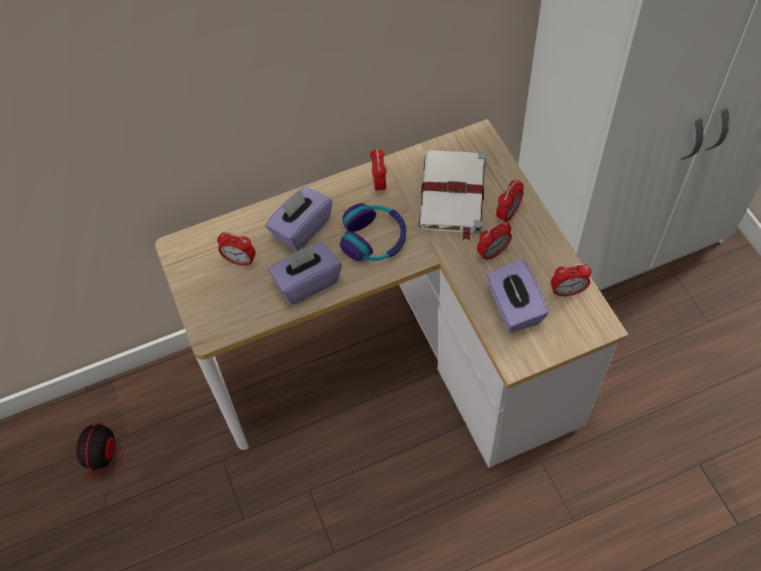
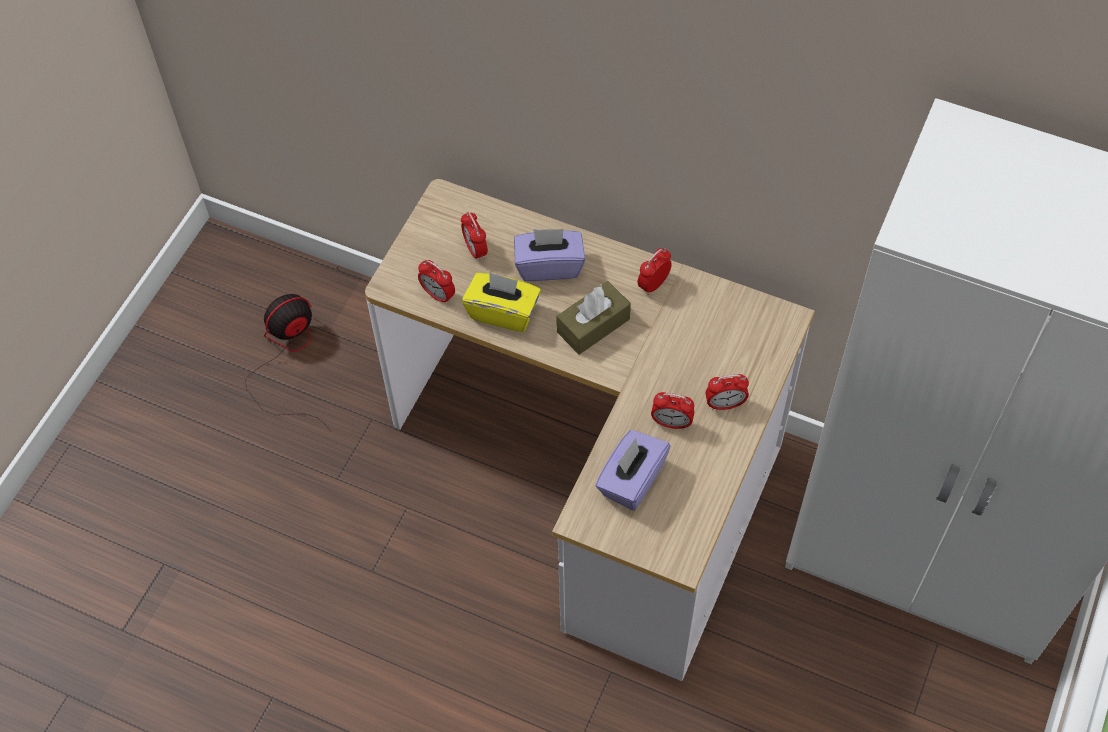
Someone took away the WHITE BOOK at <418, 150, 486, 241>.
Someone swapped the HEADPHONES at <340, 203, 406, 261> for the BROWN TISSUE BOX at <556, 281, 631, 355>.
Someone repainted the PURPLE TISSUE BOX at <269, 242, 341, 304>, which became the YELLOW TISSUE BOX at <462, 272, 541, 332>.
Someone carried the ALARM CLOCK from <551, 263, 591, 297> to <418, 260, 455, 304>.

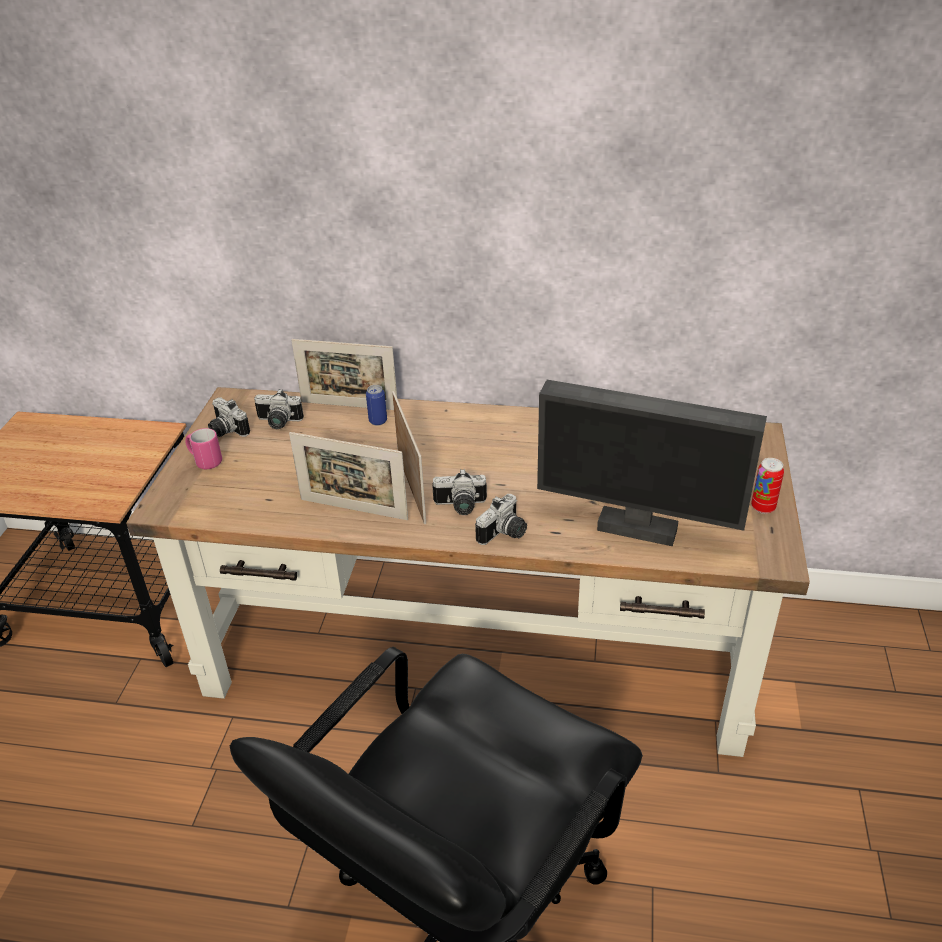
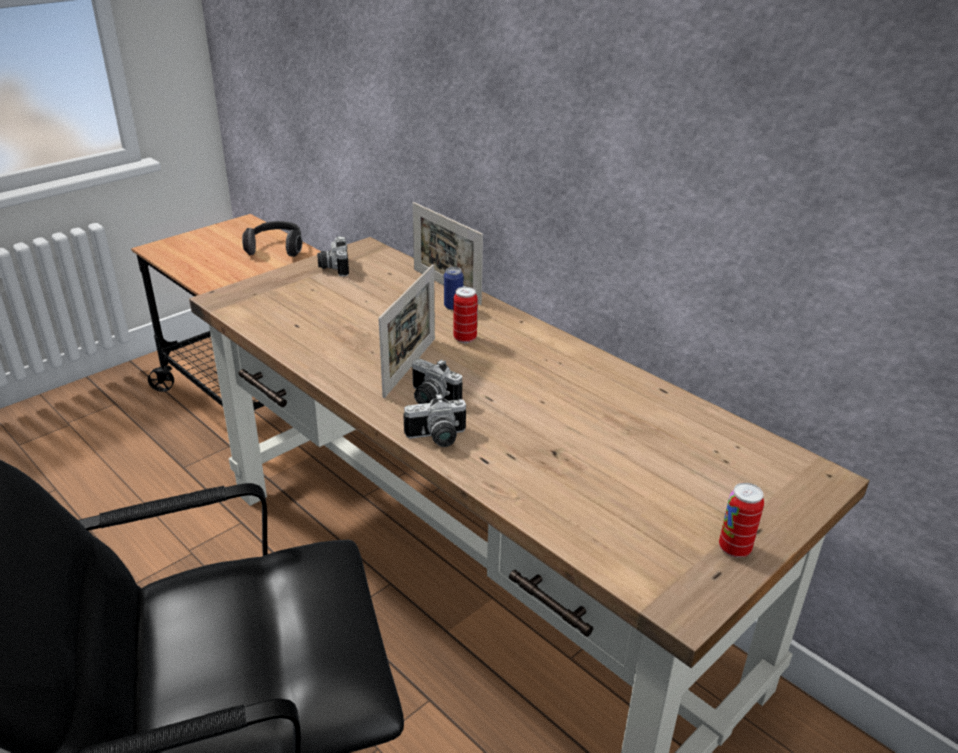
Someone took away the MONITOR at <537, 380, 767, 546>.
Someone took away the PHOTO CAMERA at <254, 389, 304, 429>.
Someone took away the PINK MUG at <185, 428, 222, 469>.
Someone took away the PICTURE FRAME at <289, 432, 408, 520>.
Someone put down the HEADPHONES at <242, 221, 302, 257>.
Someone put down the CAN at <453, 287, 478, 343>.

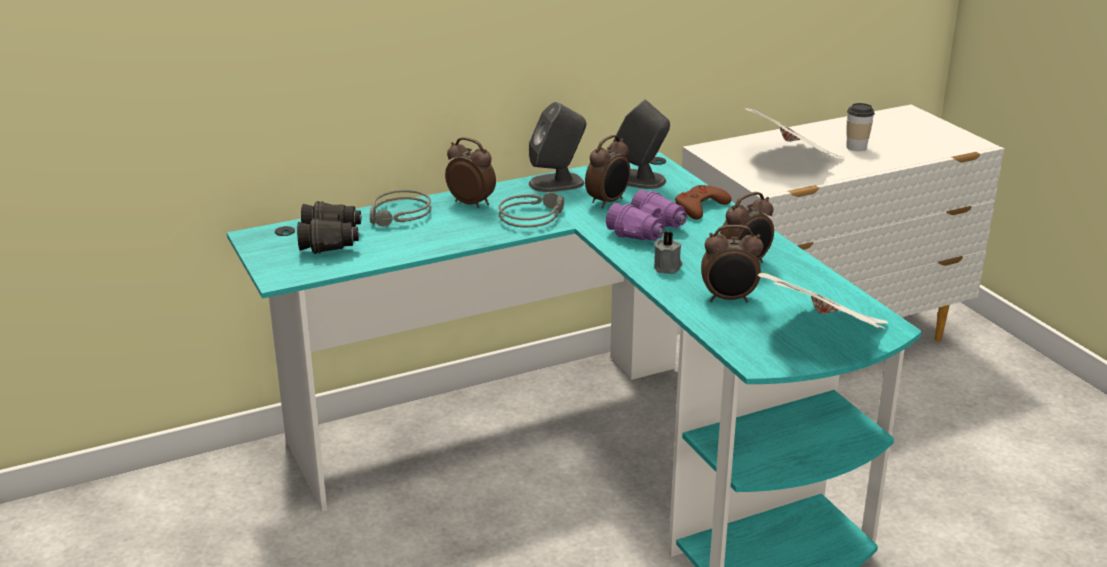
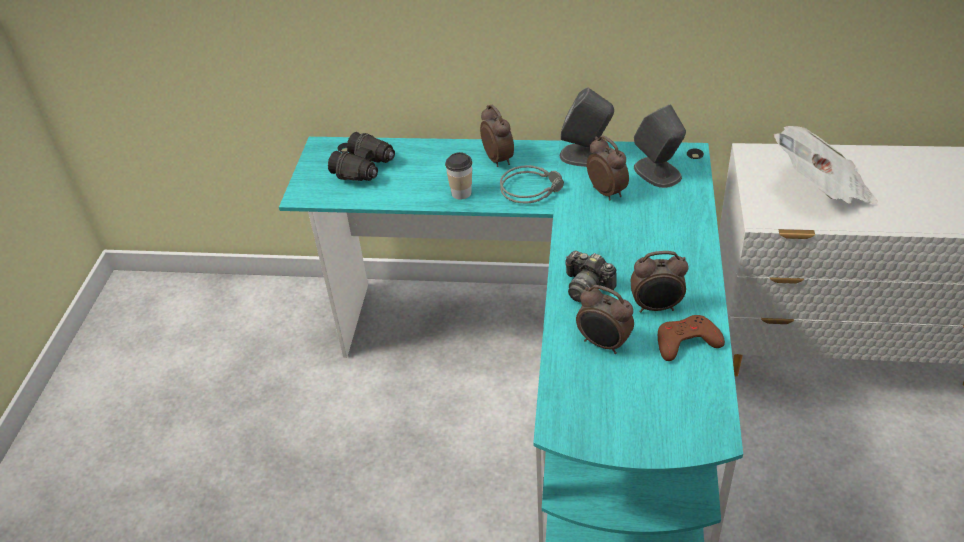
Someone carried the CUP from <846, 103, 875, 151> to <445, 152, 472, 200>.
Someone rotated the ALARM CLOCK at <585, 135, 630, 208> by 105 degrees counterclockwise.
Someone carried the BROWN GAME CONTROLLER from <675, 185, 732, 220> to <658, 315, 725, 361>.
Someone took away the PURPLE BINOCULARS at <606, 189, 687, 241>.
Someone took away the GREY HEADPHONES at <370, 190, 431, 227>.
Someone swapped the GREY CANDLE at <654, 232, 683, 274> for the PHOTO CAMERA at <565, 251, 617, 302>.
Someone took away the NEWSPAPER at <758, 273, 888, 329>.

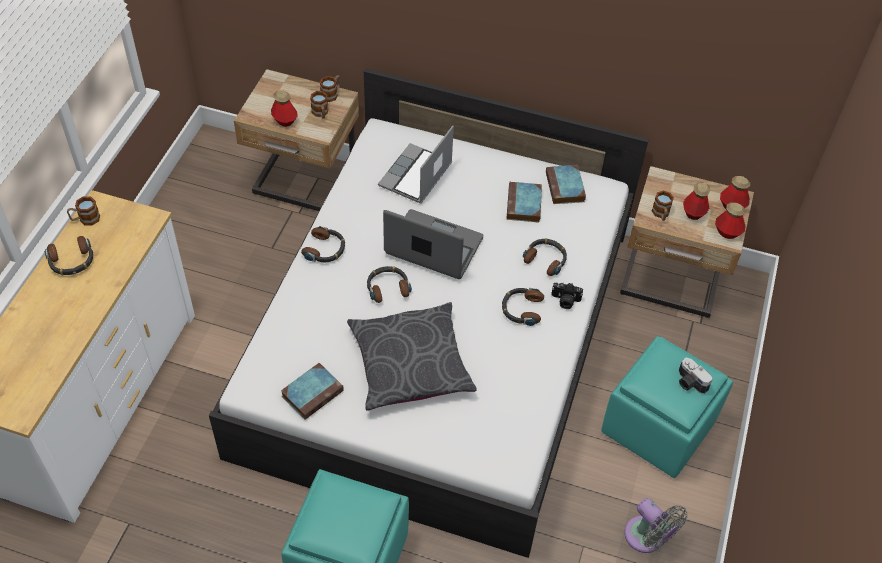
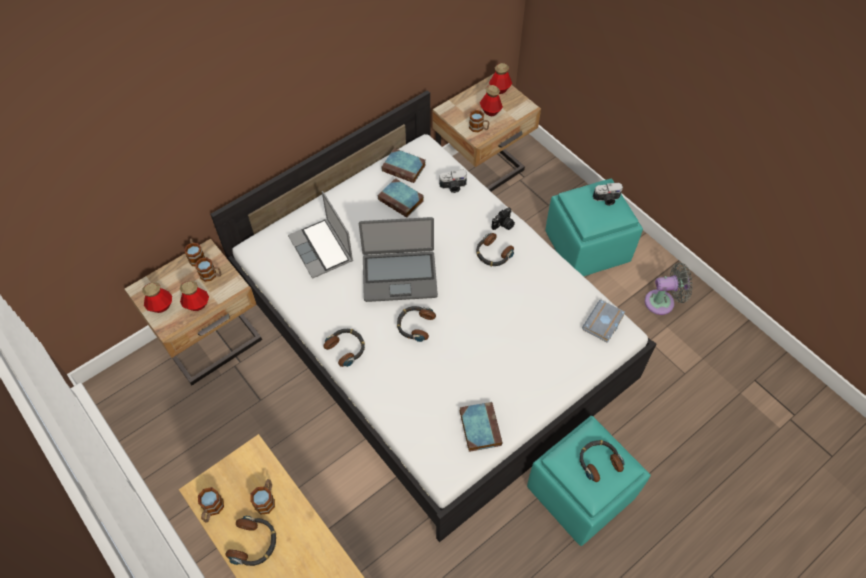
Someone carried the BOTTLE from <715, 202, 746, 239> to <142, 282, 172, 313>.
Someone rotated the LAPTOP at <383, 209, 483, 279> by 150 degrees counterclockwise.
Someone carried the HEADPHONES from <523, 238, 567, 276> to <580, 440, 625, 482>.
Someone took away the GREY PILLOW at <347, 302, 476, 411>.
Someone put down the PHOTO CAMERA at <439, 170, 467, 193>.
Someone put down the GREY BOOK at <582, 300, 625, 343>.
Someone put down the MUG at <250, 479, 275, 514>.

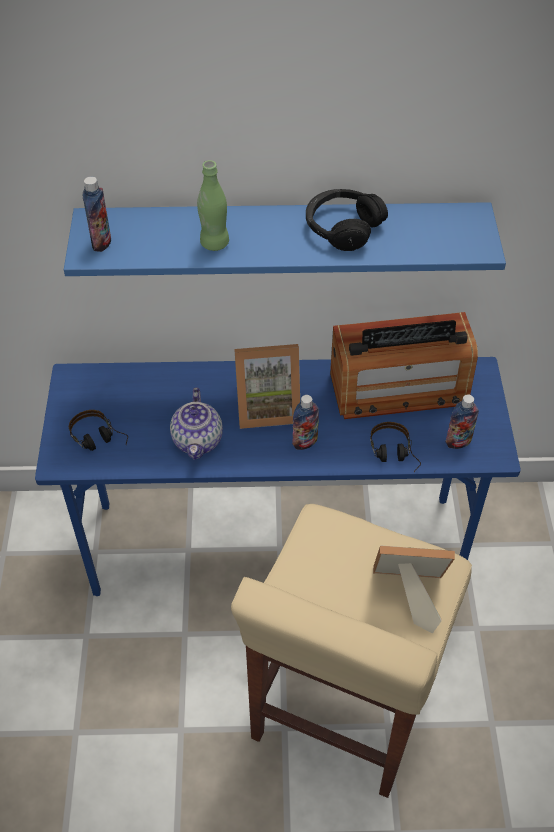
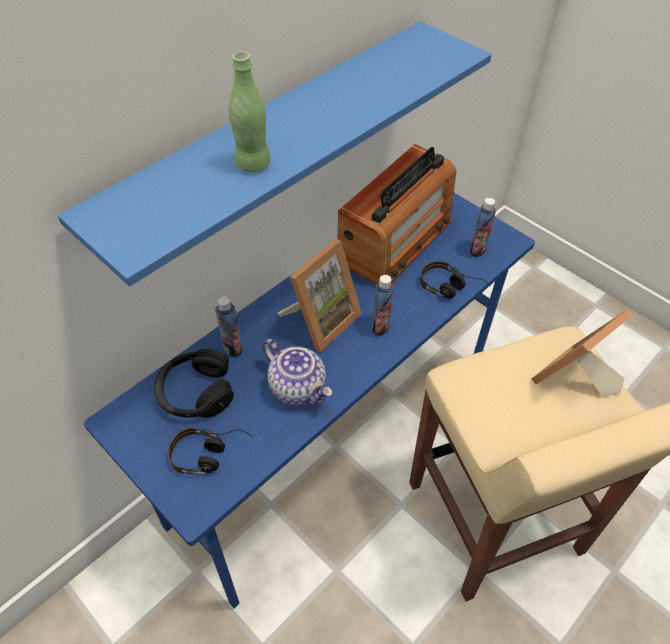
Someone carried the BOTTLE from <83, 177, 111, 252> to <215, 296, 242, 357>.
Someone carried the BLACK HEADPHONES from <306, 189, 388, 251> to <154, 349, 234, 418>.

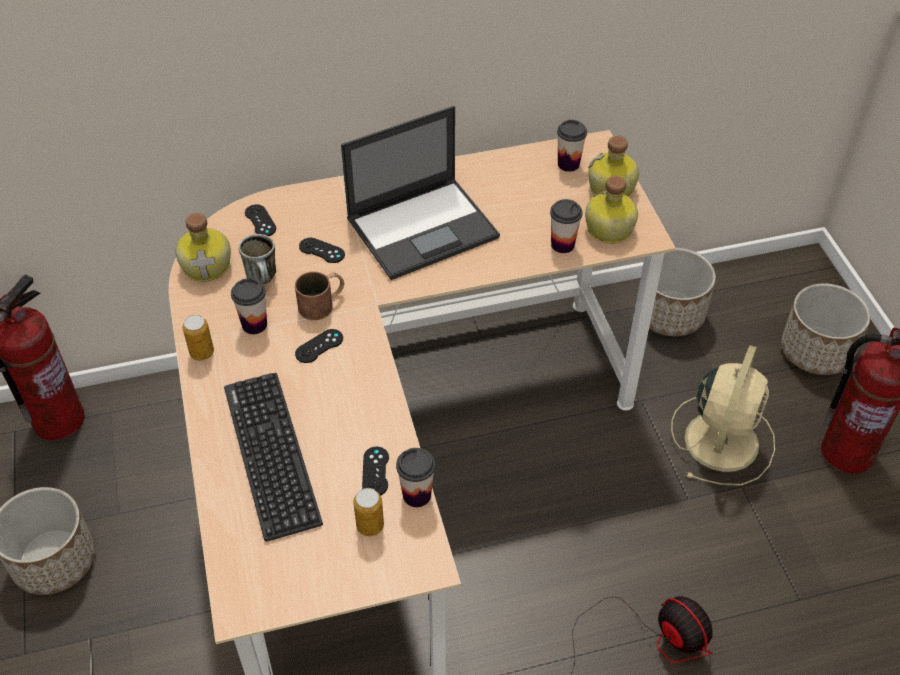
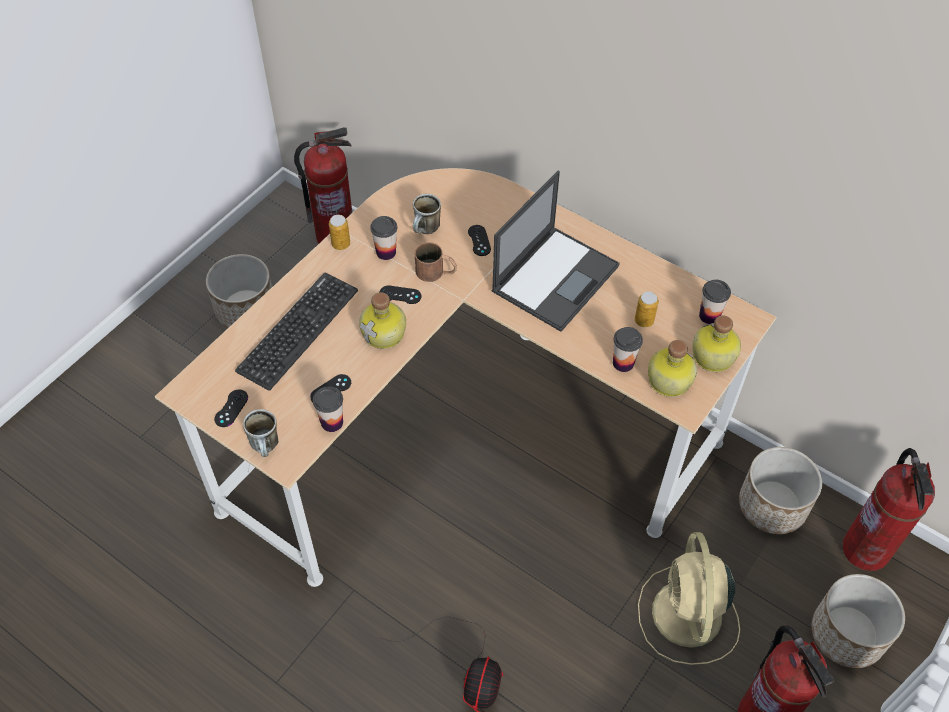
Someone rotated the LAPTOP at <341, 106, 500, 280> by 75 degrees counterclockwise.
Someone carried the BLACK GAME CONTROLLER from <245, 204, 276, 236> to <214, 389, 248, 427>.
Someone carried the BOTTLE from <176, 213, 231, 282> to <359, 292, 406, 349>.
Someone rotated the BEIGE FAN at <671, 345, 775, 486> by 105 degrees clockwise.
Someone carried the CAN from <354, 488, 384, 536> to <635, 291, 659, 327>.
Someone put down the MUG at <243, 409, 278, 457>.
Someone put down the FIRE EXTINGUISHER at <842, 448, 935, 571>.

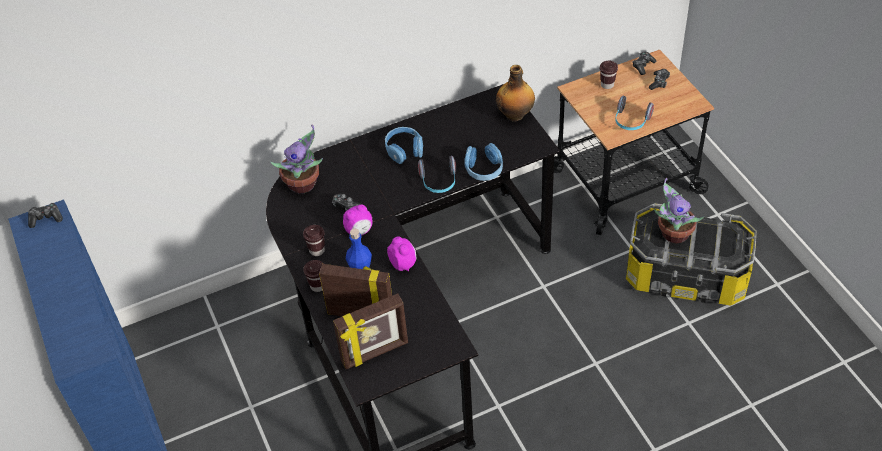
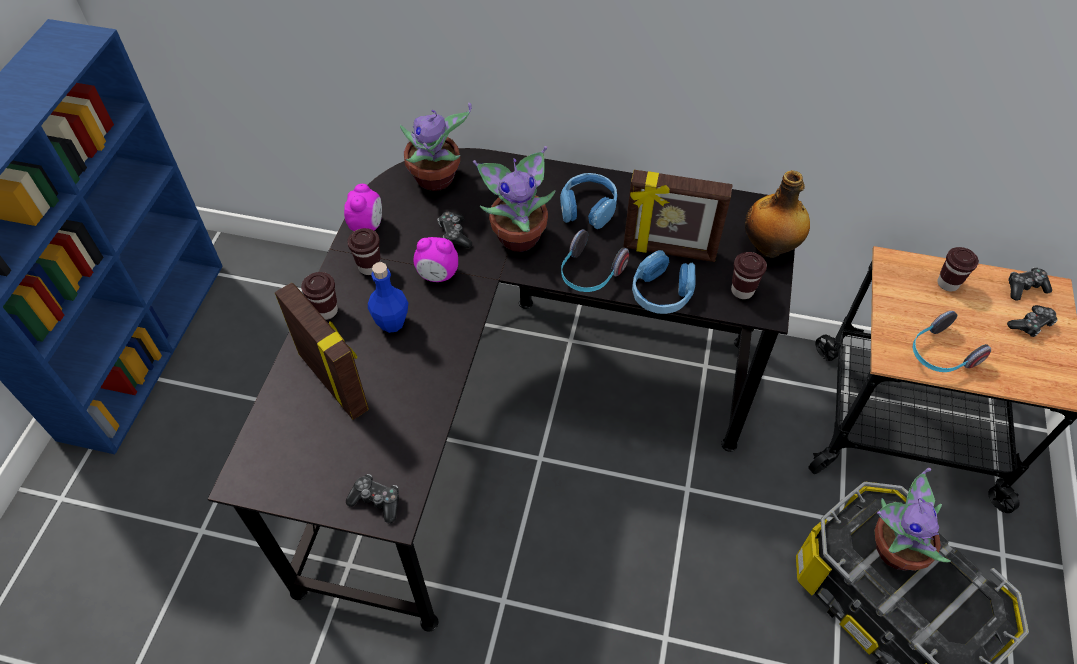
Someone carried the GAME CONTROLLER from <28, 203, 63, 228> to <346, 474, 399, 524>.
Someone carried the ALARM CLOCK from <387, 237, 416, 271> to <344, 184, 382, 231>.
Someone carried the PICTURE FRAME from <333, 293, 408, 369> to <623, 170, 732, 262>.
Someone put down the POTTED PLANT at <473, 146, 555, 252>.
Someone put down the BROWN CUP at <731, 252, 767, 299>.

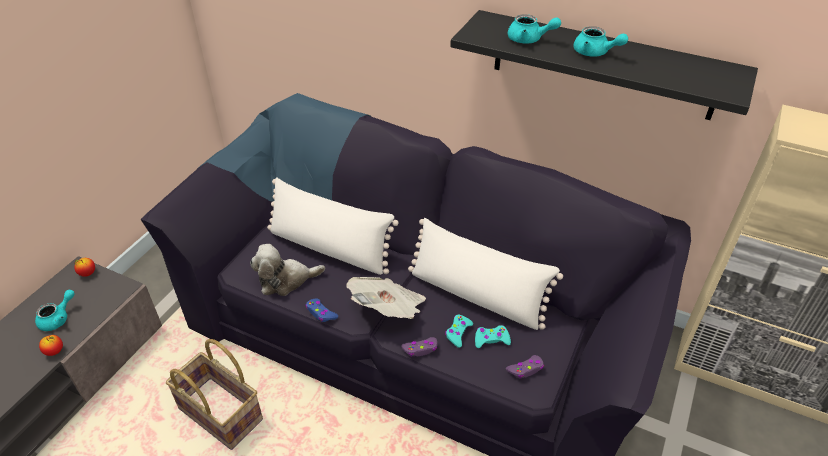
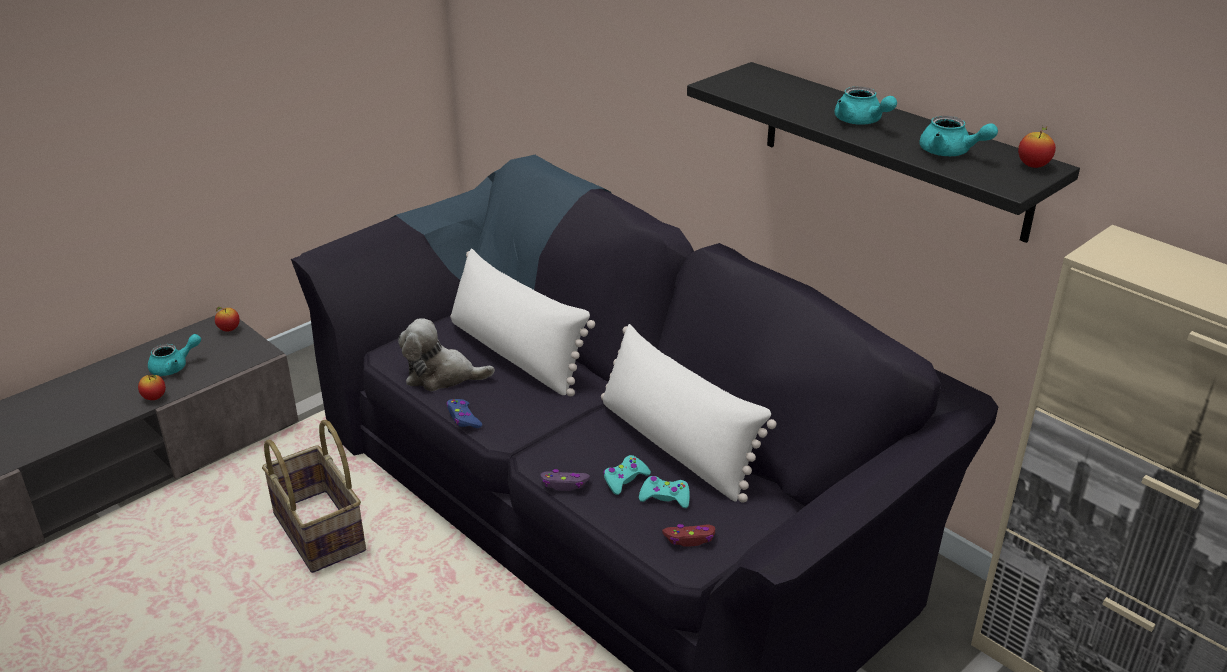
Someone carried the TURQUOISE TEAPOT from <508, 14, 561, 44> to <919, 116, 998, 156>.
Someone took away the NEWSPAPER at <346, 277, 426, 319>.
Someone repainted the PURPLE GAME CONTROLLER at <506, 355, 544, 379>, which became the RED GAME CONTROLLER at <662, 524, 715, 547>.
Someone put down the APPLE at <1018, 125, 1056, 168>.

